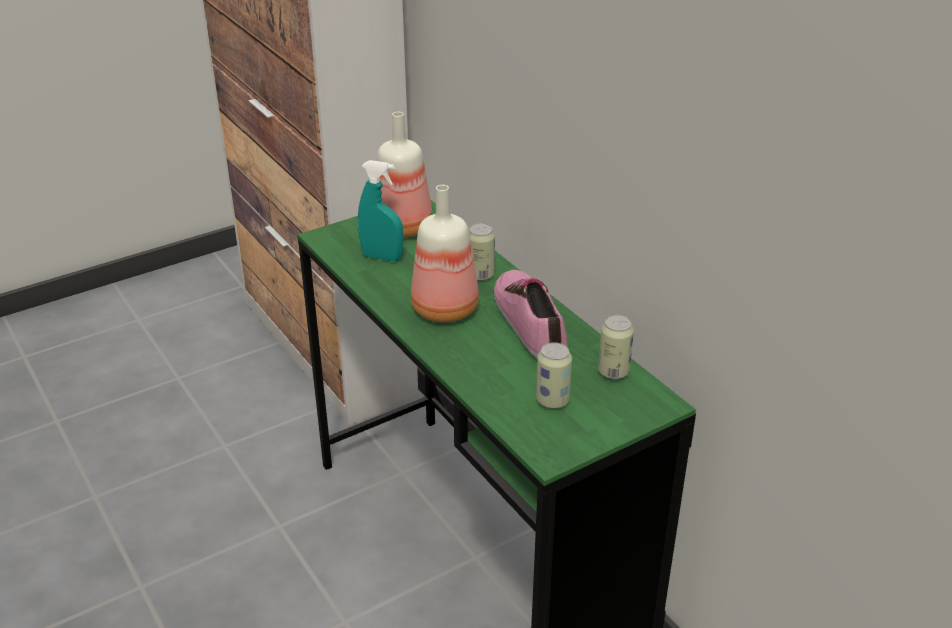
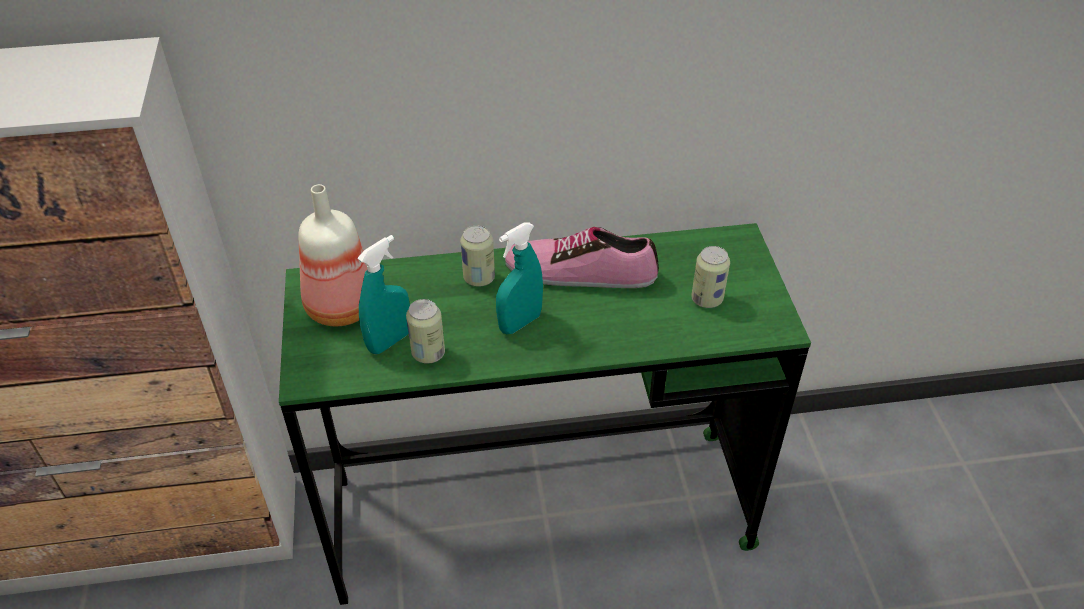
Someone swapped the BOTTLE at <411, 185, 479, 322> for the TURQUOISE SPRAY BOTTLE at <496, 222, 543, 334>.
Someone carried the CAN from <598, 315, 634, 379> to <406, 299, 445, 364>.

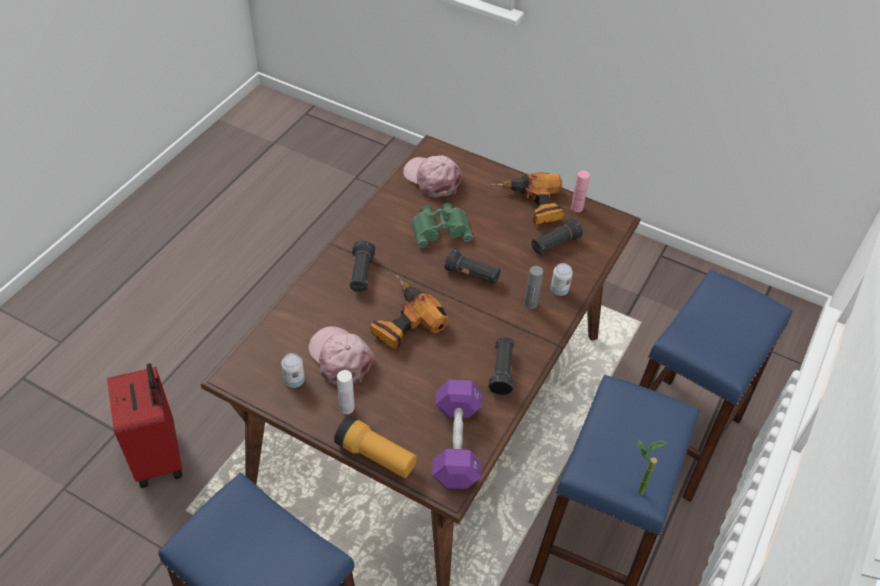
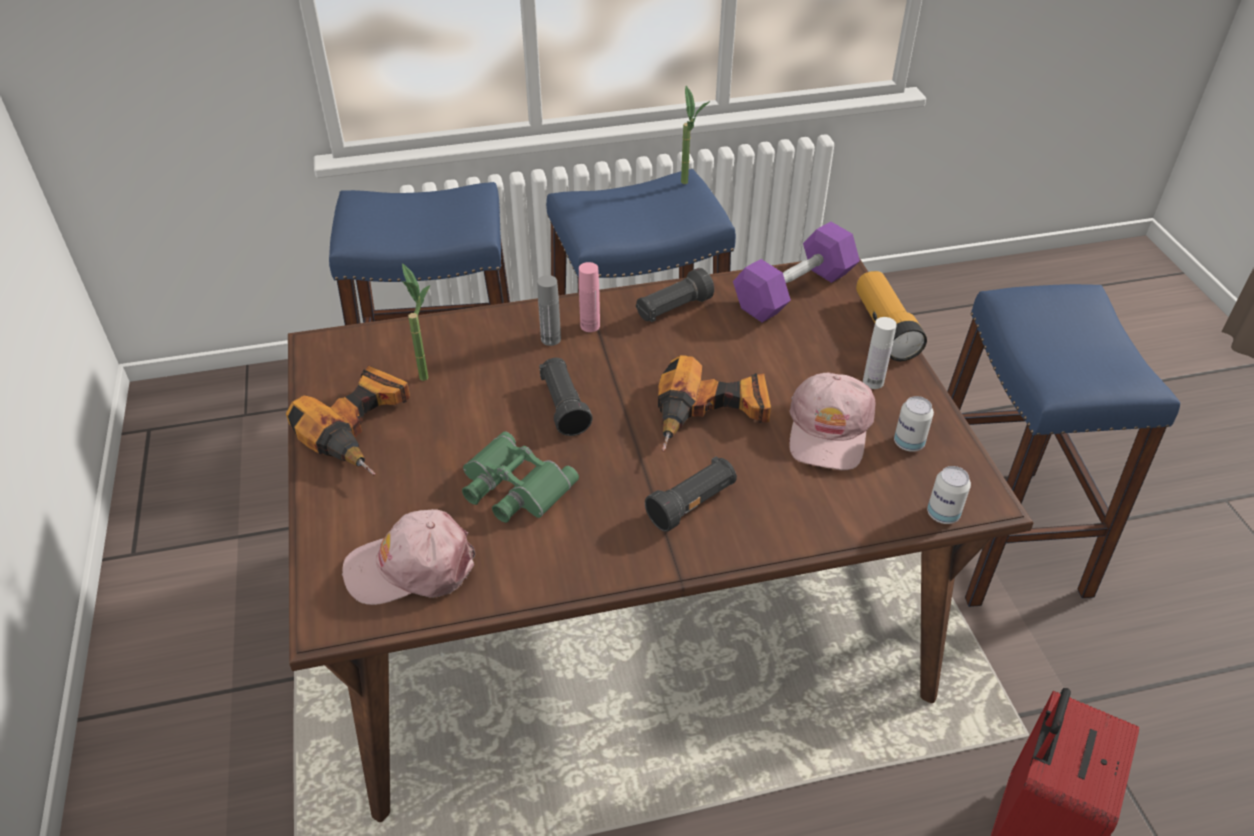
Someone rotated the PINK CAP at <403, 155, 462, 198> by 75 degrees clockwise.
Someone carried the PINK BOTTLE from <571, 170, 590, 212> to <579, 262, 600, 332>.
Someone swapped the BLACK FLASHLIGHT at <531, 218, 583, 255> for the POTTED PLANT at <402, 263, 430, 381>.
Someone carried the CAN from <550, 263, 573, 296> to <927, 466, 971, 524>.

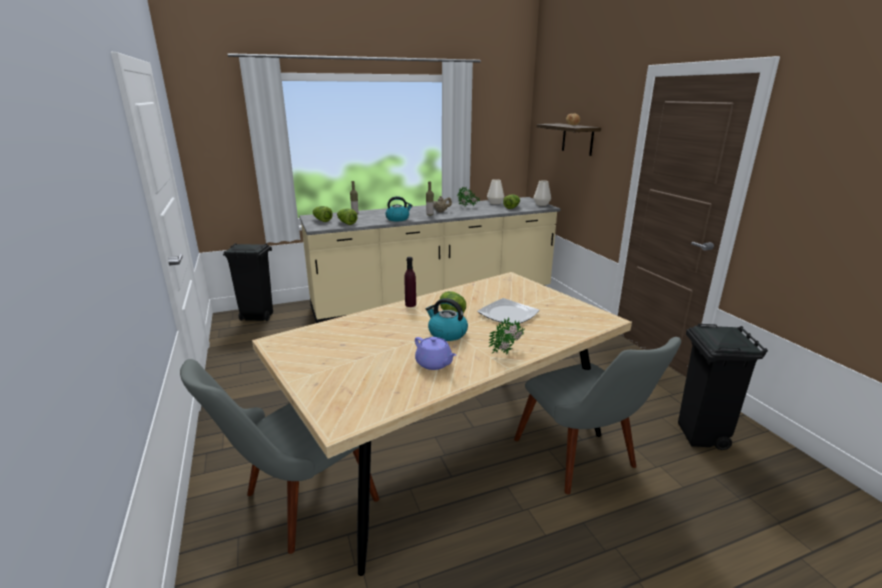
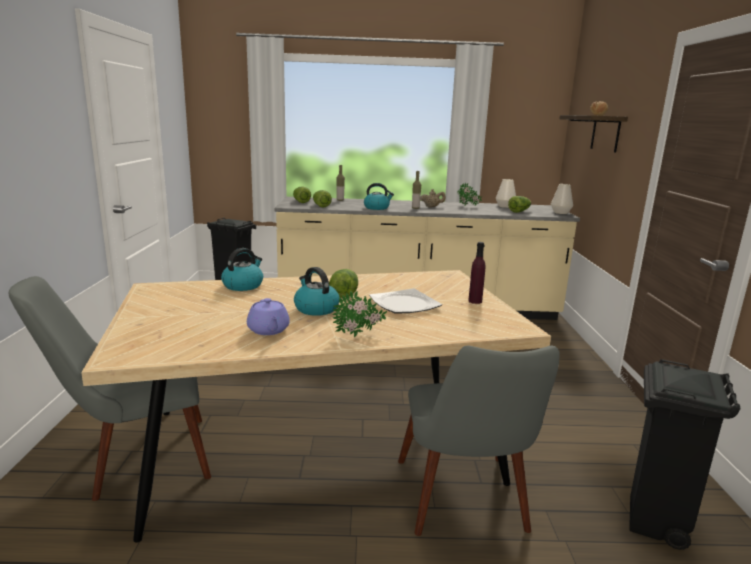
Someone carried the PURPLE BOTTLE from <404, 257, 416, 307> to <468, 242, 485, 304>.
Someone put down the KETTLE at <221, 248, 263, 291>.

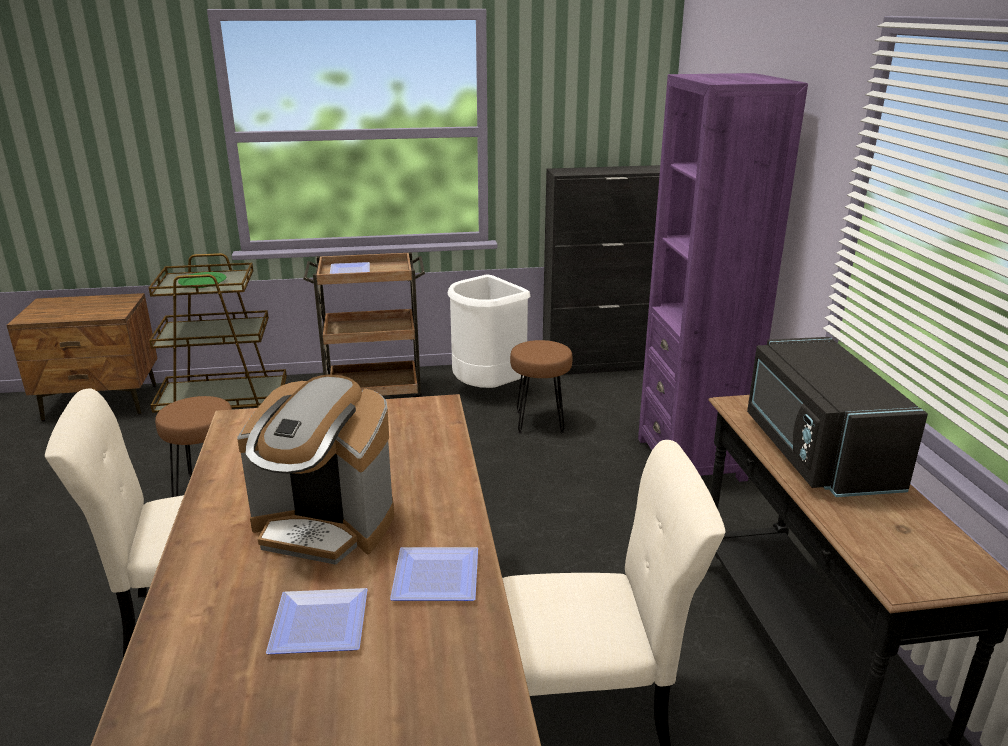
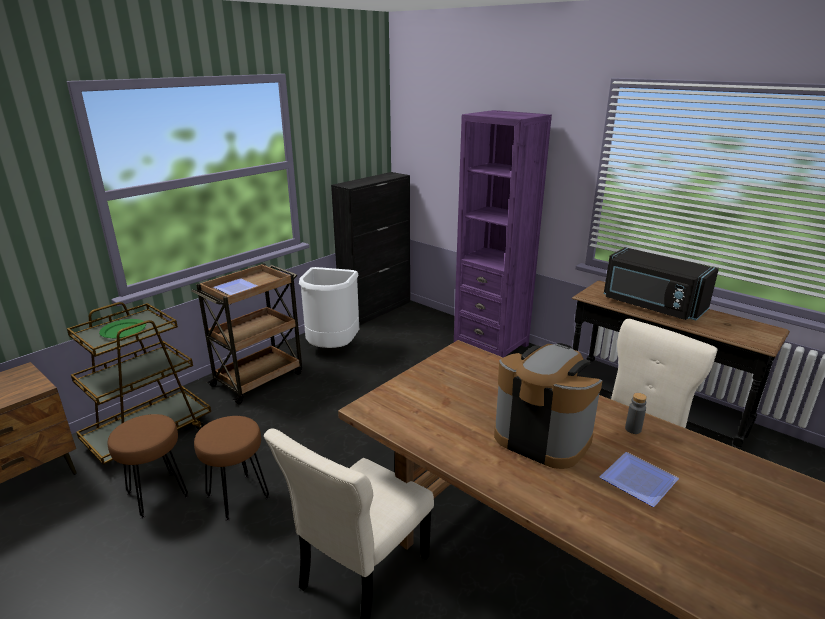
Someone carried the BROWN STOOL from <510, 340, 573, 434> to <107, 414, 189, 519>.
Someone rotated the COFFEE MACHINE at <237, 375, 394, 565> by 120 degrees counterclockwise.
Someone swapped the PLATE at <390, 547, 478, 601> for the GREY BOTTLE at <625, 393, 647, 434>.

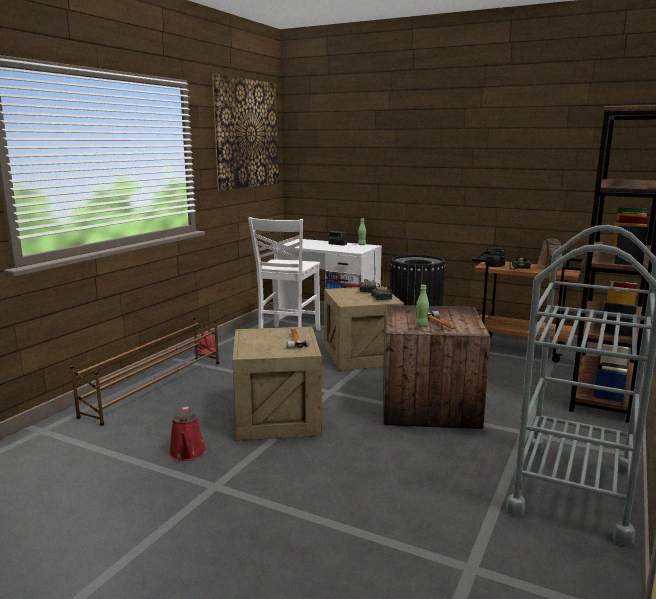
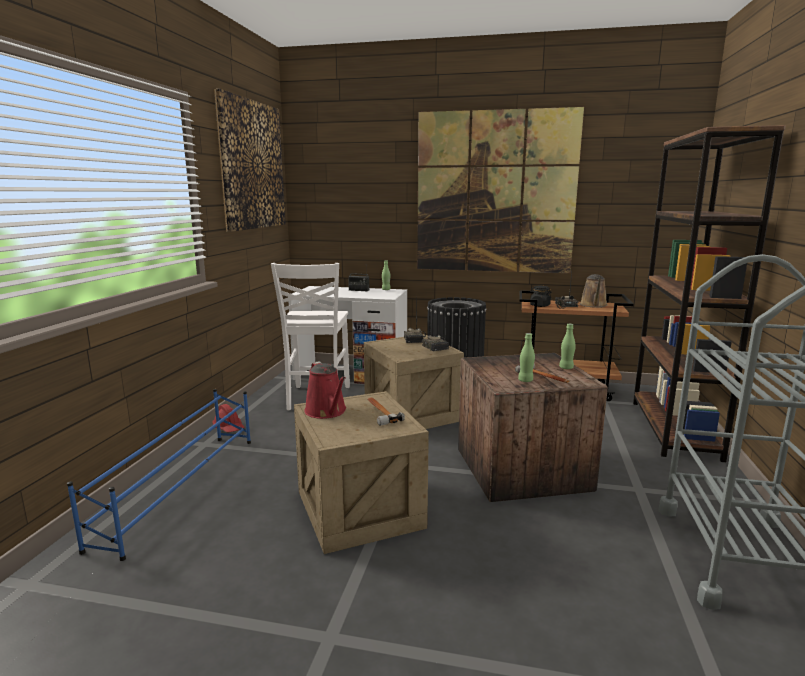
Someone repainted the BROWN SHOE RACK at <70, 317, 219, 426>, which became the BLUE SHOE RACK at <67, 389, 251, 561>.
Someone carried the RED WATERING CAN from <169, 406, 206, 461> to <304, 361, 346, 419>.
Someone put up the PICTURE at <417, 107, 584, 273>.
Someone put down the GREEN BOTTLE at <559, 324, 576, 369>.

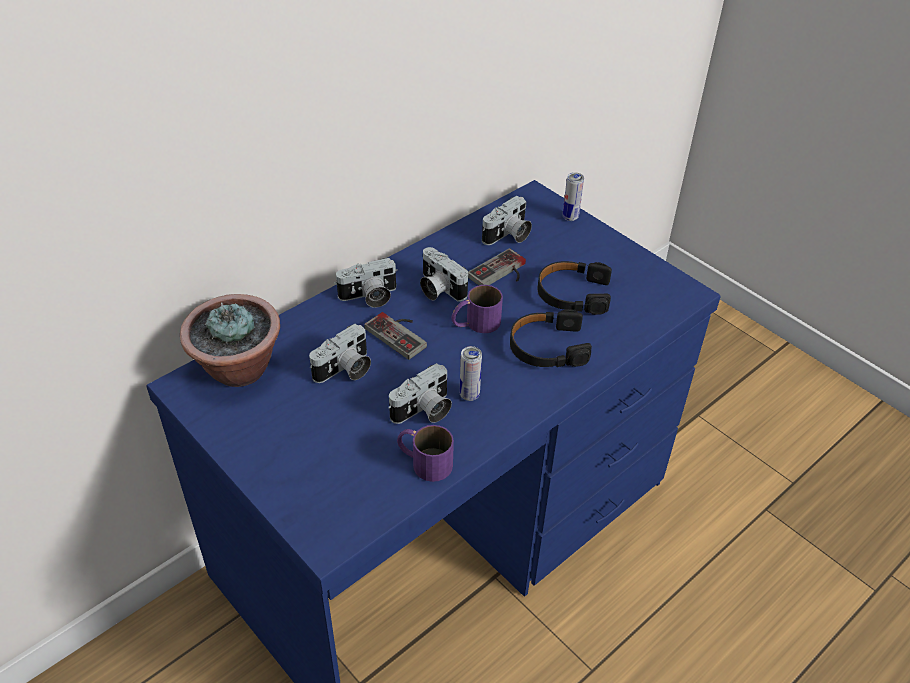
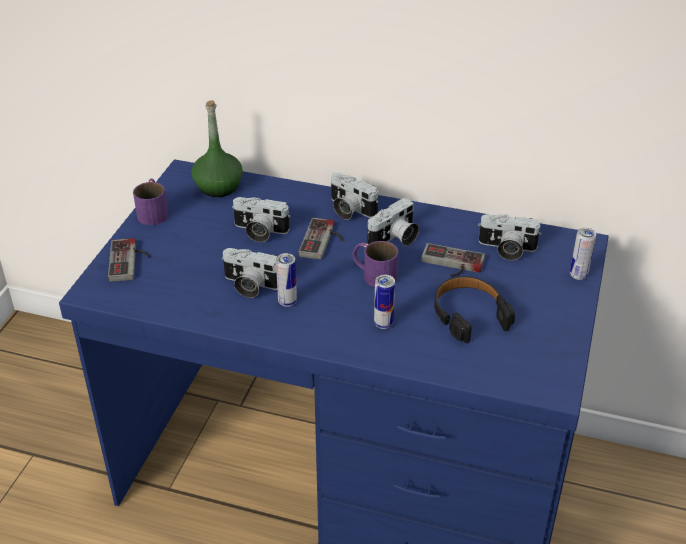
Someone rotated the PHOTO CAMERA at <420, 247, 468, 302> by 150 degrees counterclockwise.
Someone swapped the POTTED PLANT at <180, 294, 280, 387> for the GREEN BOTTLE at <191, 100, 243, 197>.
Someone swapped the BLACK HEADPHONES at <510, 309, 592, 367> for the CAN at <374, 275, 395, 329>.
Someone carried the PURPLE MUG from <397, 425, 454, 482> to <133, 179, 168, 225>.
Someone put down the GAME CONTROLLER at <108, 238, 150, 282>.

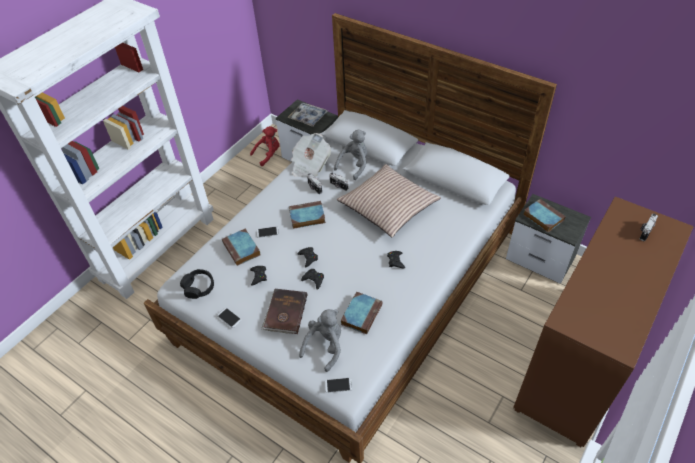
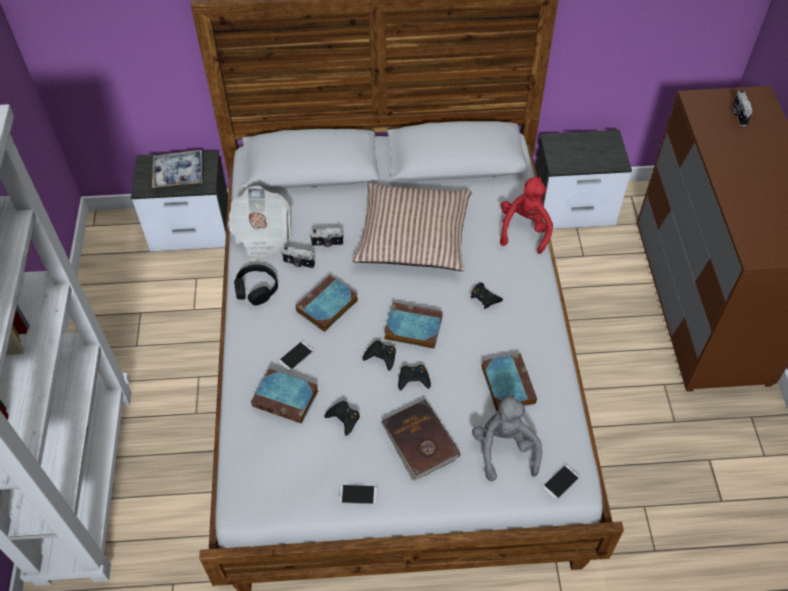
Someone carried the RED PLUSH TOY from <250, 126, 279, 166> to <500, 177, 553, 254>.
Someone took away the GREY PLUSH TOY at <334, 130, 367, 180>.
Someone carried the BOOK from <523, 199, 566, 233> to <384, 302, 443, 349>.
Someone carried the BLACK HEADPHONES from <180, 269, 214, 299> to <234, 264, 278, 305>.

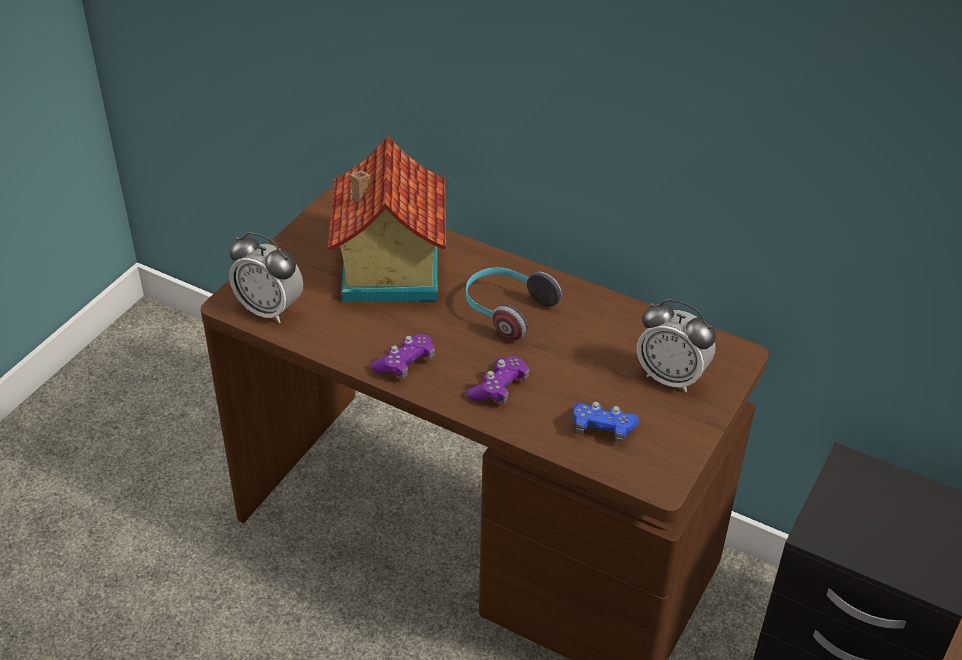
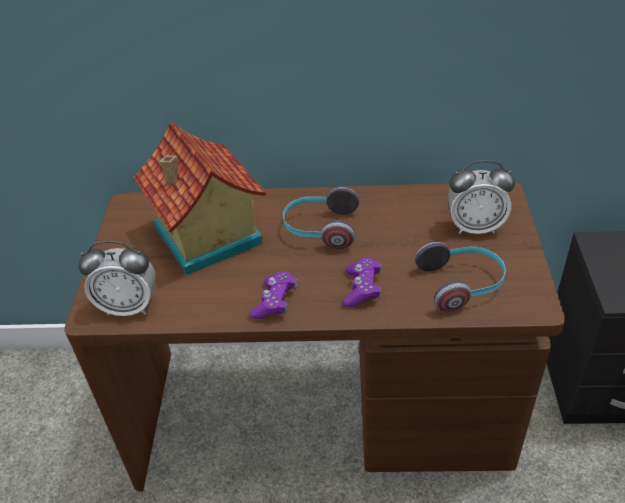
Someone swapped the BLUE GAME CONTROLLER at <573, 402, 639, 442> for the HEADPHONES at <415, 242, 506, 312>.

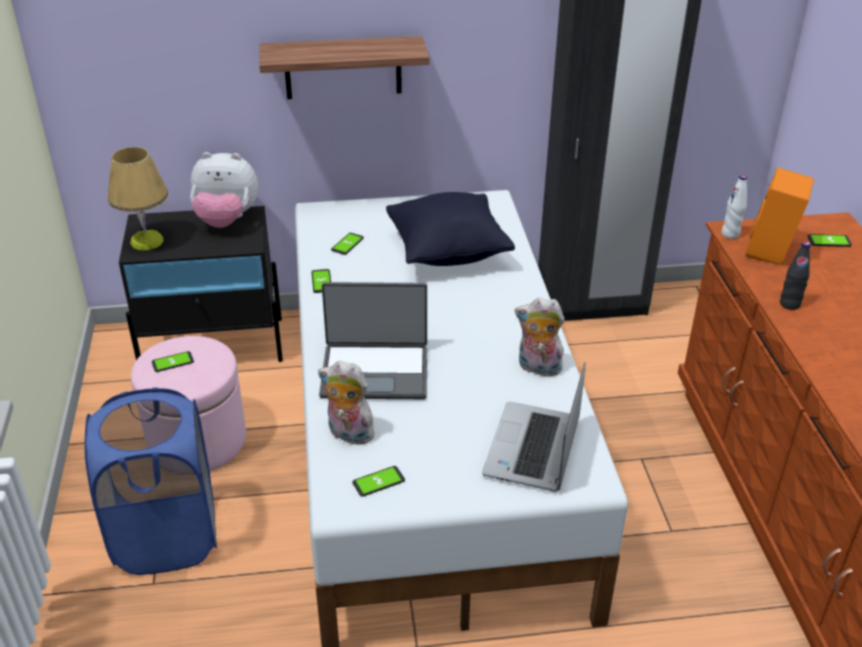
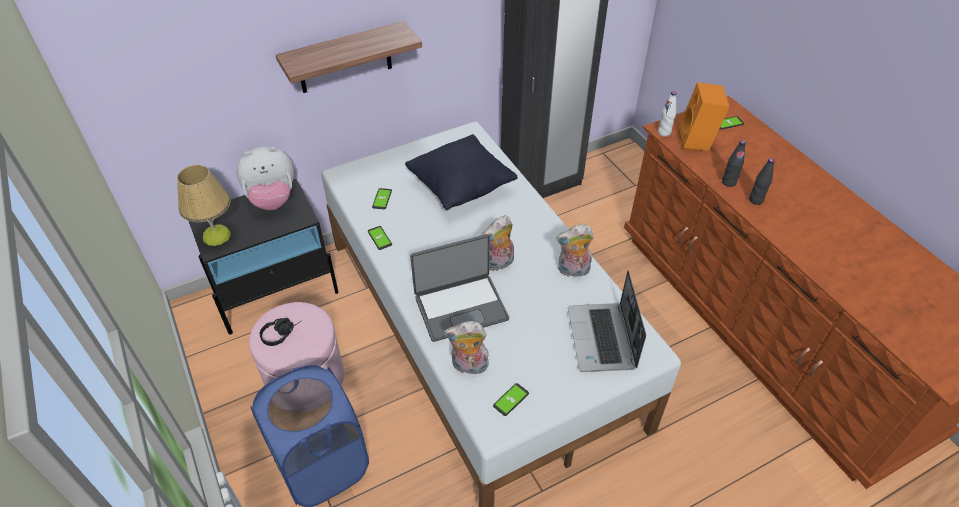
Someone swapped the PHONE at <152, 351, 194, 372> for the BLACK HEADPHONES at <260, 318, 302, 346>.
Someone put down the BLACK BOTTLE at <749, 158, 775, 205>.
Someone put down the PLUSH TOY at <481, 215, 514, 271>.

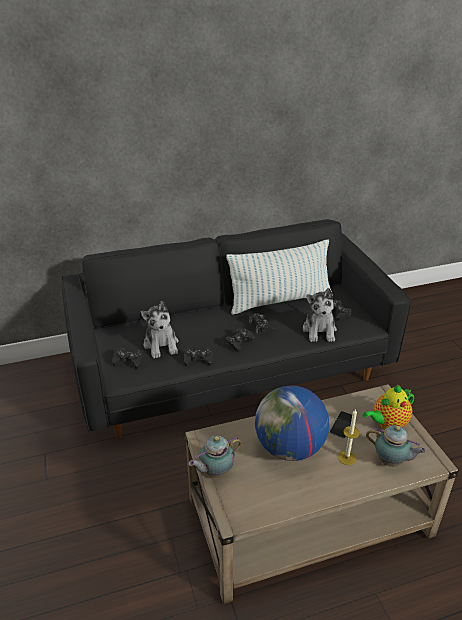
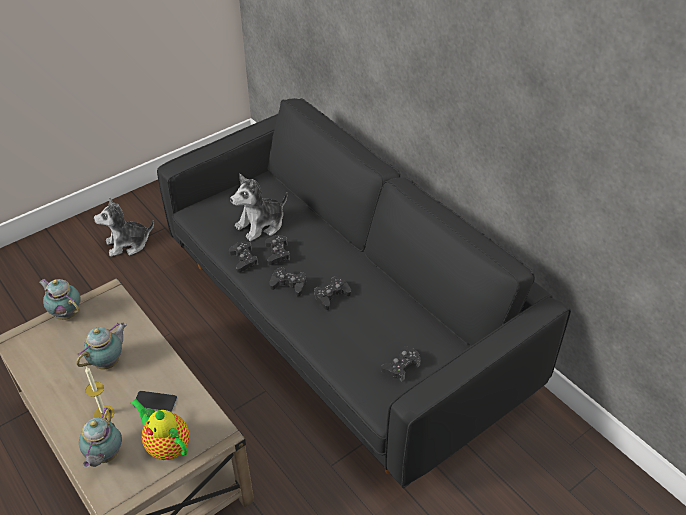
Someone took away the PILLOW at <226, 239, 333, 315>.
Someone carried the PLUSH TOY from <303, 288, 337, 342> to <94, 197, 154, 257>.
Someone carried the BLACK GAME CONTROLLER from <112, 348, 143, 369> to <265, 235, 290, 265>.
Someone swapped the GLOBE at <255, 385, 329, 461> for the TEAPOT at <76, 323, 127, 370>.

